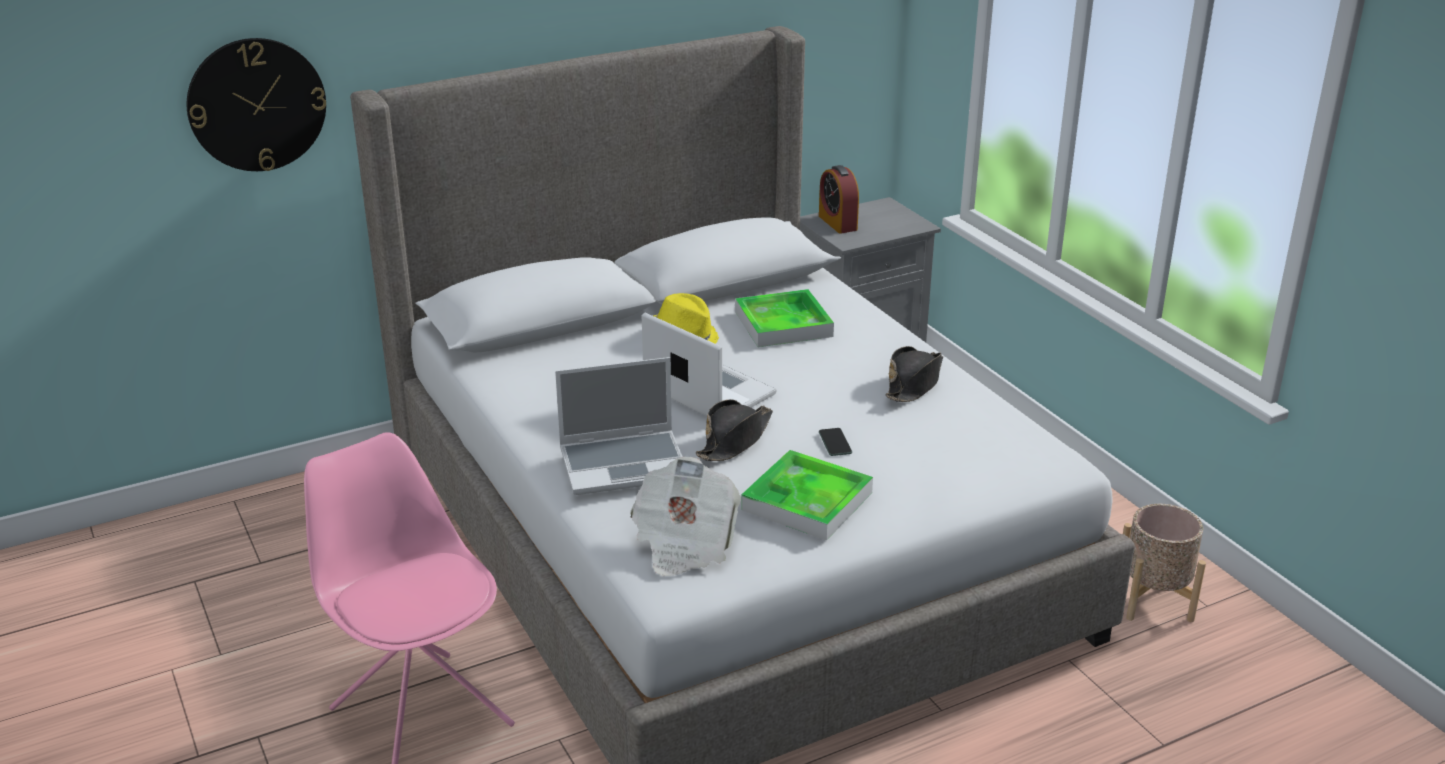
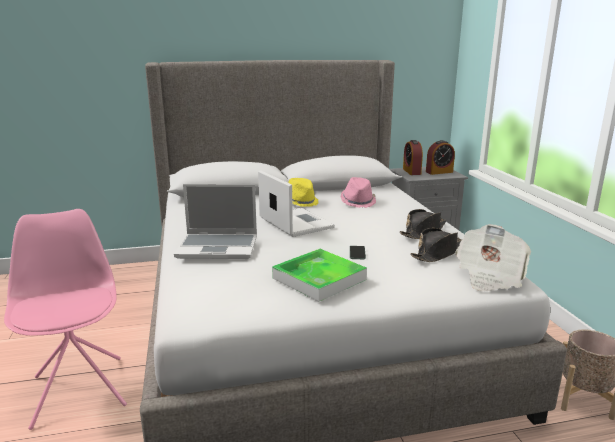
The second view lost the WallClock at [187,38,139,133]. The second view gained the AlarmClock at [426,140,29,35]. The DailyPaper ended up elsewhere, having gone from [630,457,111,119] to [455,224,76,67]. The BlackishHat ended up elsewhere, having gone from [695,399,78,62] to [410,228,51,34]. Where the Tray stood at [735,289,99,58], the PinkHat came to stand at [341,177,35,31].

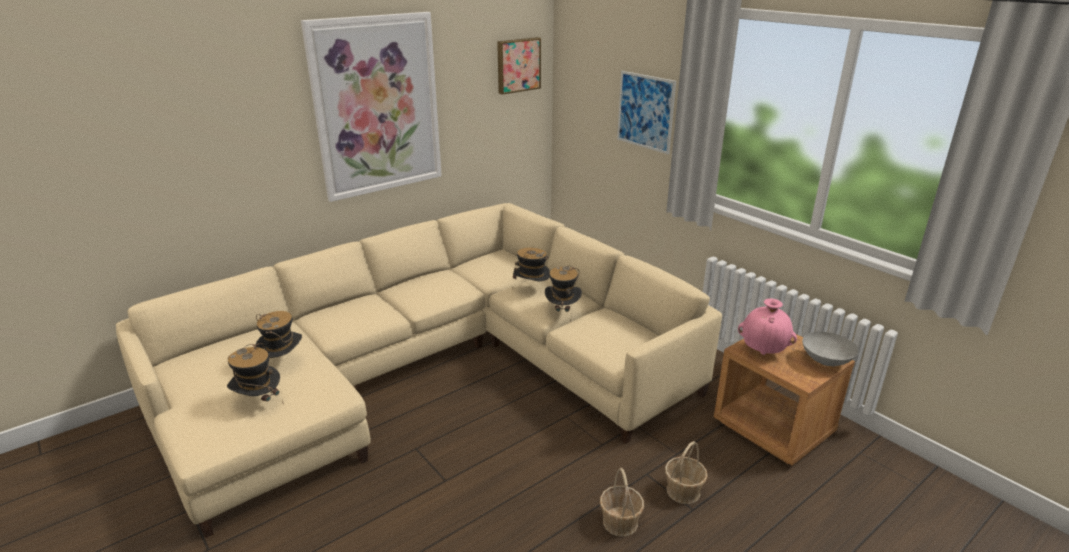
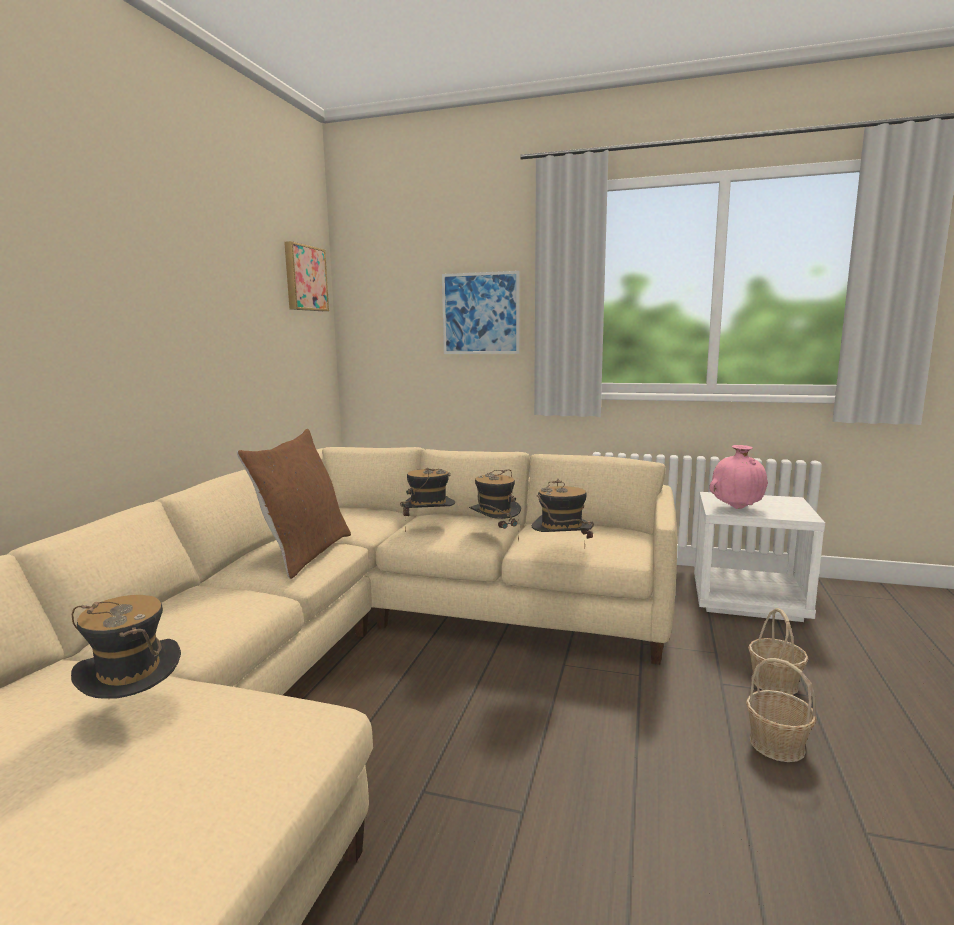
The second view lost the WallArt at [301,12,141,190]. The second view lost the GrayBowl at [802,332,56,34]. The second view gained the BrownishThrowPillow at [237,429,114,150]. The Hat ended up elsewhere, having gone from [227,343,56,59] to [532,479,62,69]. What was the BrownishNightTable at [714,334,141,132] turned into the WhiteNightTable at [694,492,131,130].

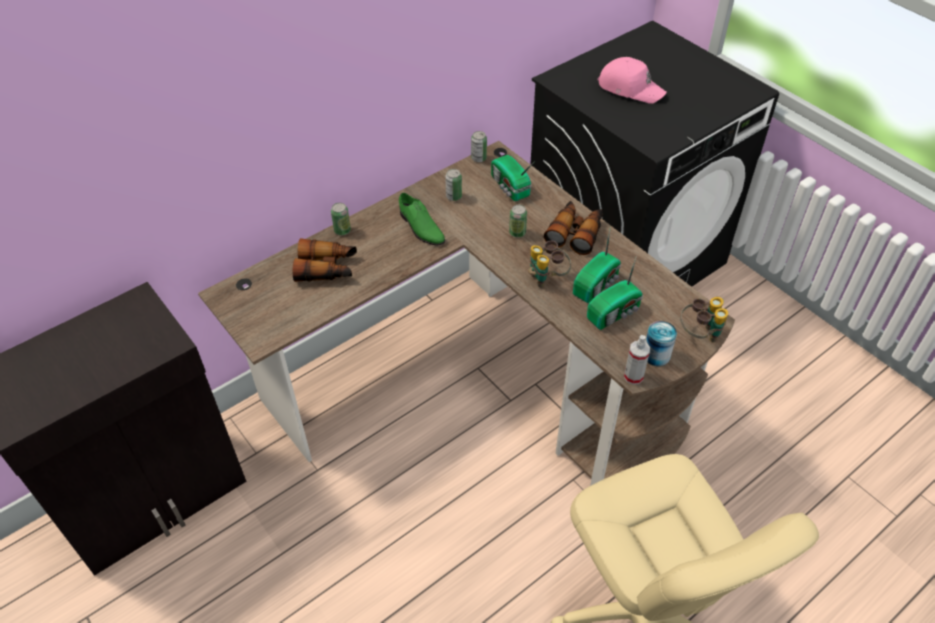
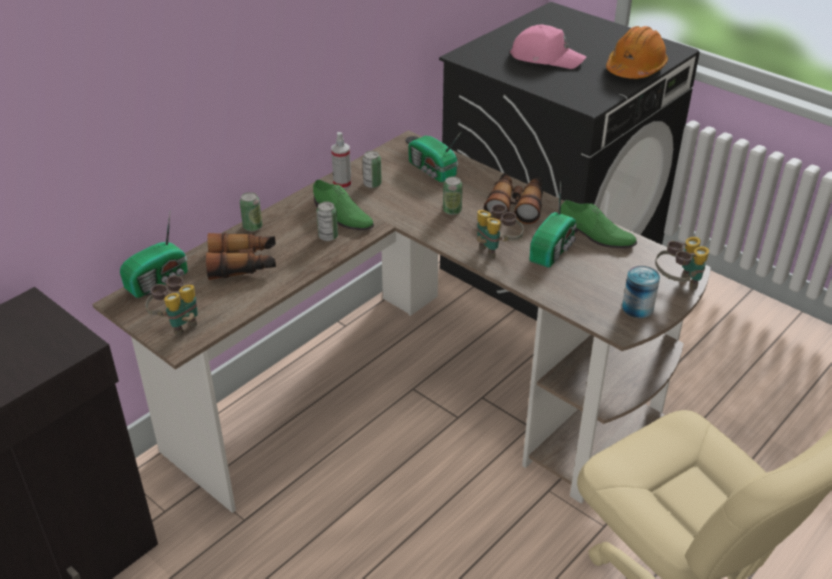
The second view gained the PairOfBinoculars at [145,275,53,62]. The second view gained the GreenishLowShoe at [561,200,76,48]. The second view gained the OrangeWorkHelmet at [606,26,62,53]. The MetalCan ended up elsewhere, having gone from [471,131,16,31] to [316,202,22,39]. The Radio ended up elsewhere, having gone from [587,256,56,74] to [120,213,68,85]. The HandSprayer ended up elsewhere, having gone from [624,335,26,50] to [331,132,20,57].

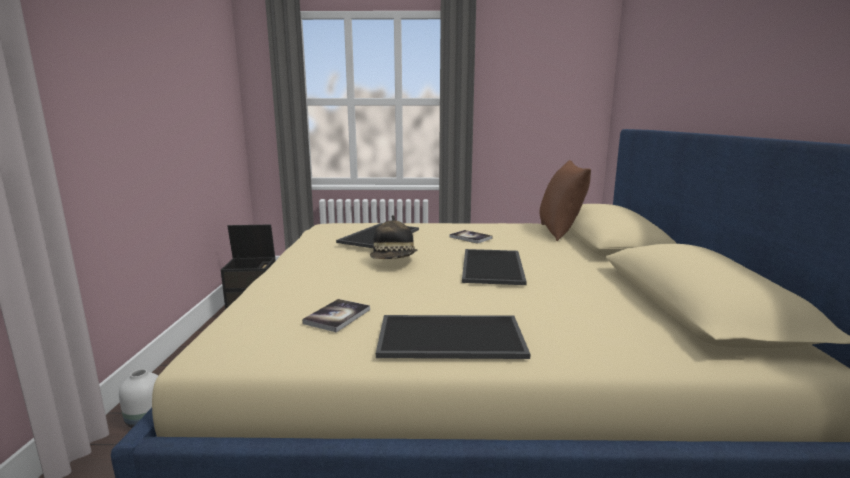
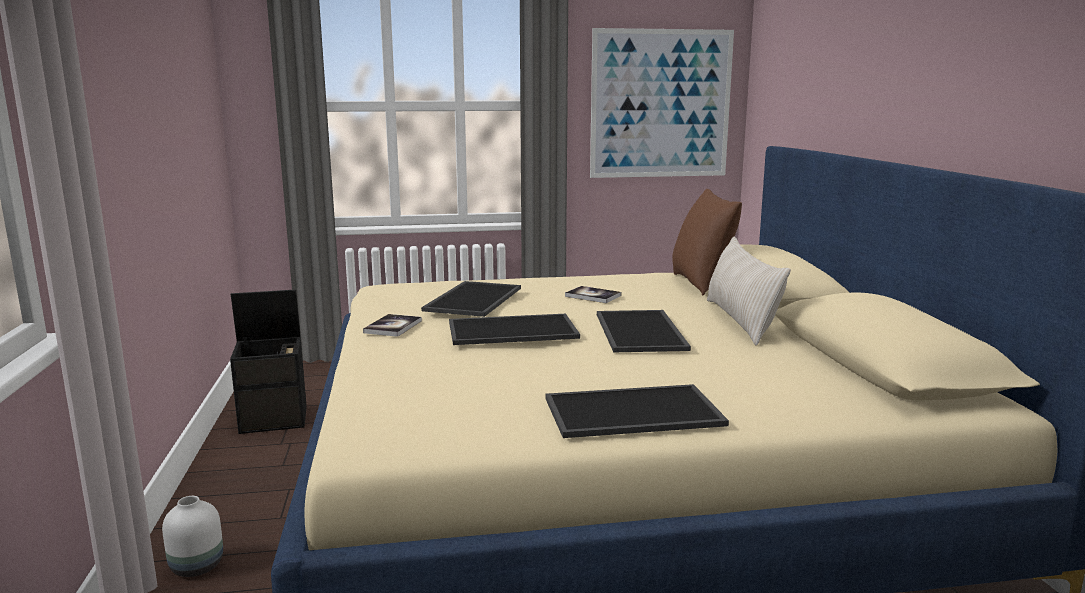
The second view gained the WallArt at [590,28,144,150]. The second view gained the BeigeThrowPillow at [707,237,84,109]. The BoundBook ended up elsewhere, having gone from [302,299,68,33] to [363,314,59,23]. Where the Hat stood at [370,215,48,44], the Tray came to stand at [449,314,131,31].

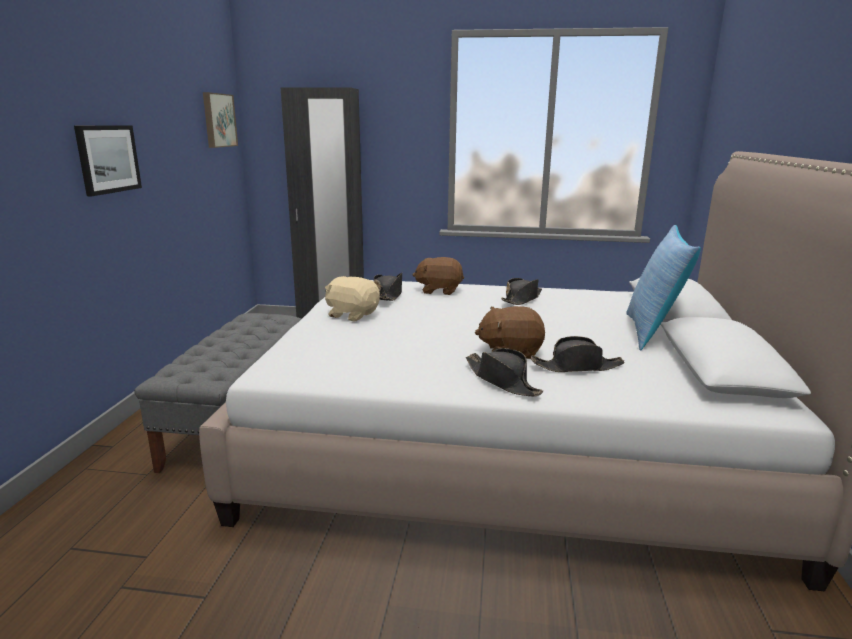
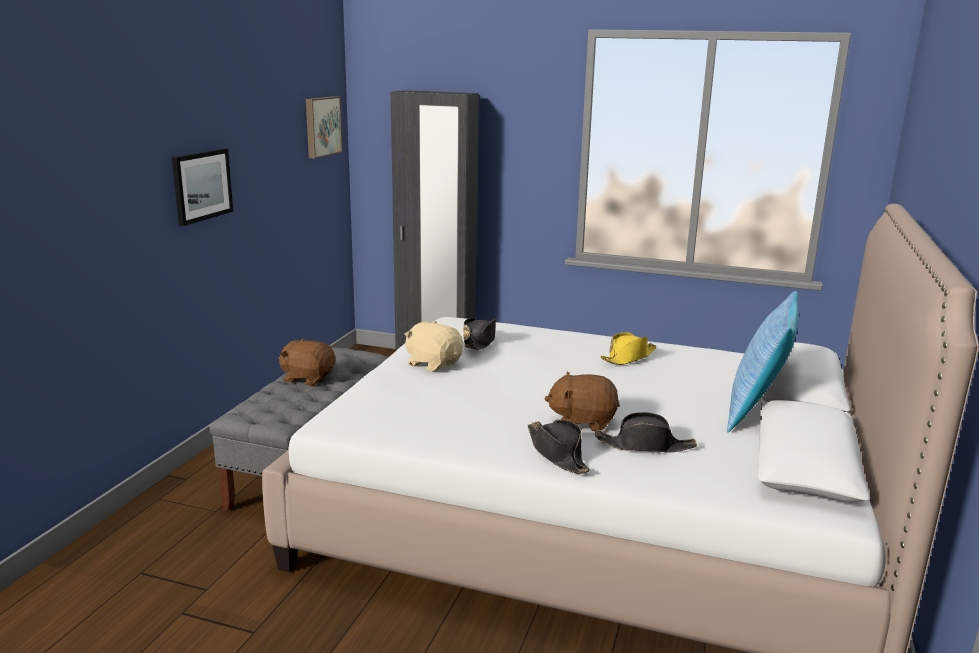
The BrownishSoftToy ended up elsewhere, having gone from [413,257,51,38] to [279,338,56,48]. What was the BlackishHat at [501,278,41,27] turned into the YellowishHat at [600,332,56,33].

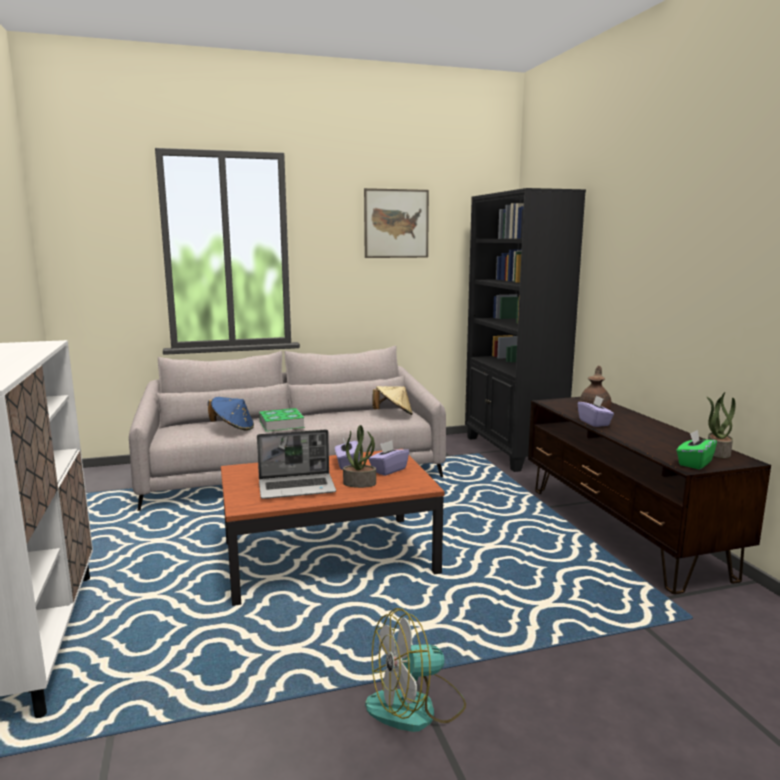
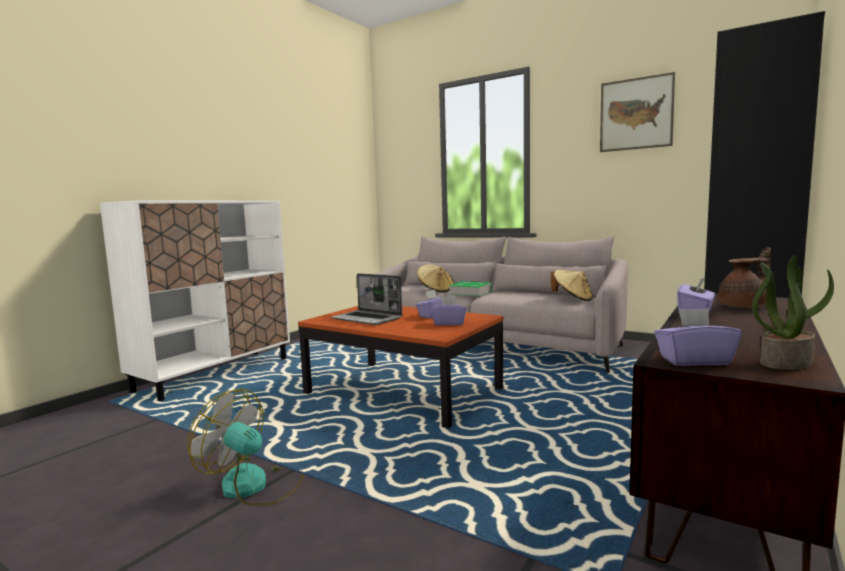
The second view lost the Houseplant at [343,425,33,63]. What was the BlueHat at [208,397,46,34] turned into the BeigeHat at [417,265,37,27]. What was the GreenishTissueBox at [676,430,41,40] turned into the PurpleTissueBox at [654,308,87,58].

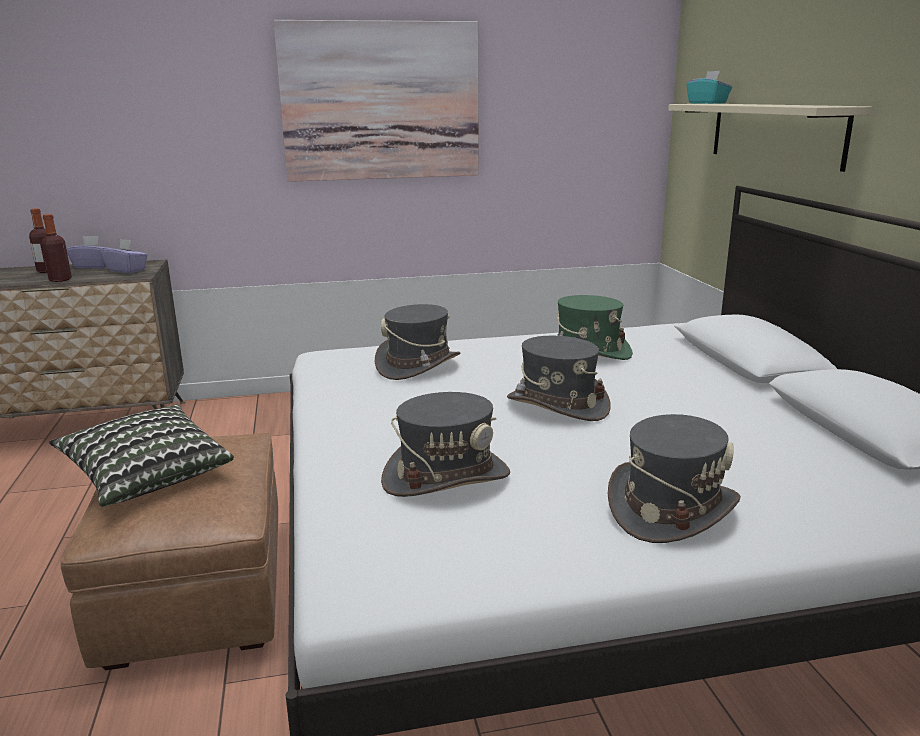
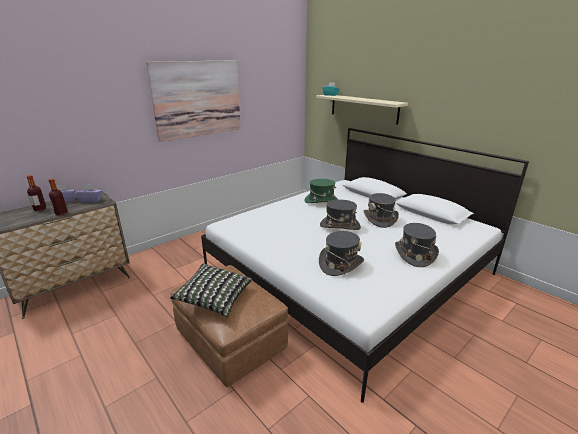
The GrayHat ended up elsewhere, having gone from [375,304,85,76] to [364,193,35,35].

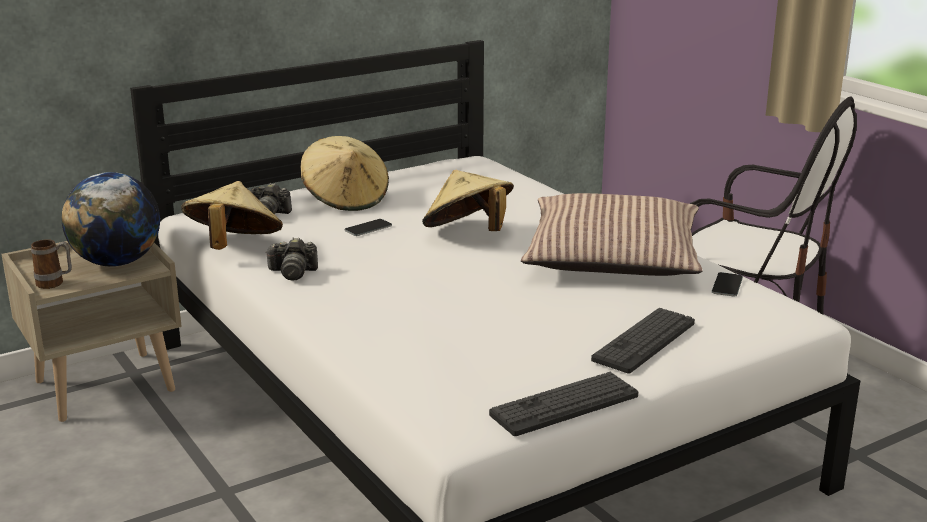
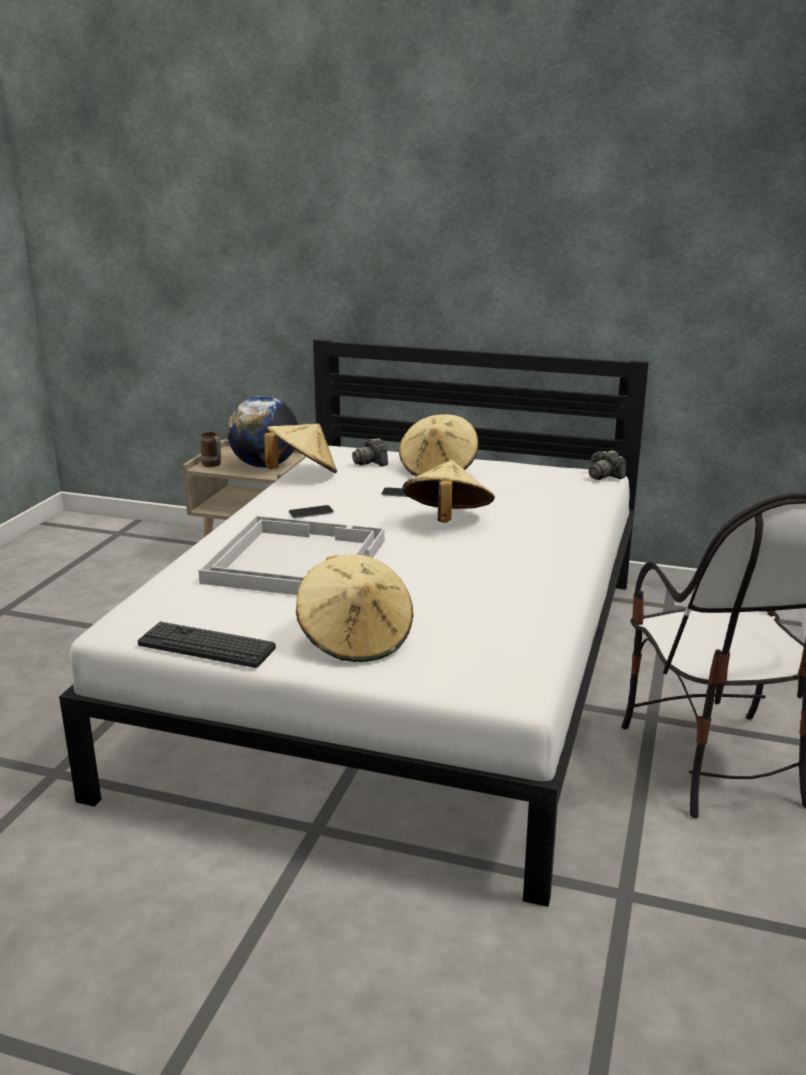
The second view lost the ThrowPillow at [521,193,182,83]. The second view gained the WhiteTray at [198,516,187,79]. The PhotoCamera ended up elsewhere, having gone from [265,237,53,43] to [589,450,37,30]. The Handset ended up elsewhere, having gone from [712,272,31,25] to [289,505,45,13]. Where the ComputerKeyboard stood at [591,308,104,66], the BeigeHat came to stand at [296,554,117,108].

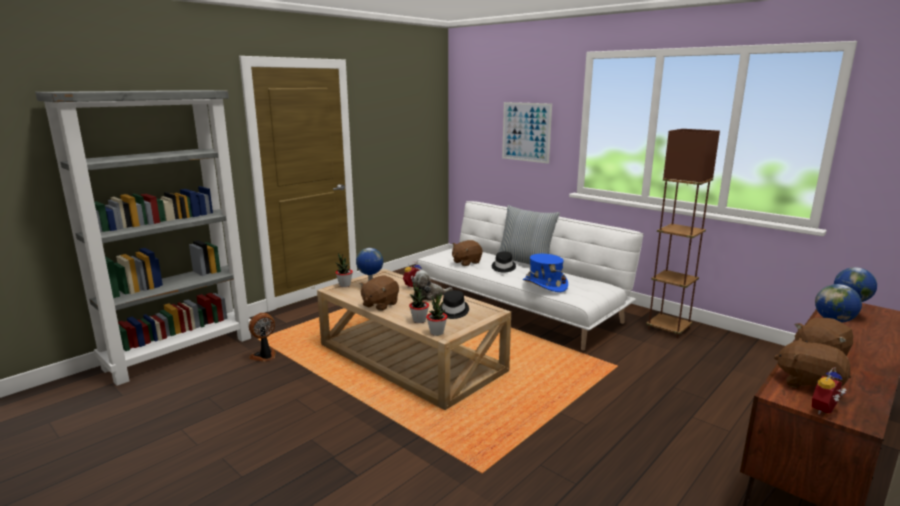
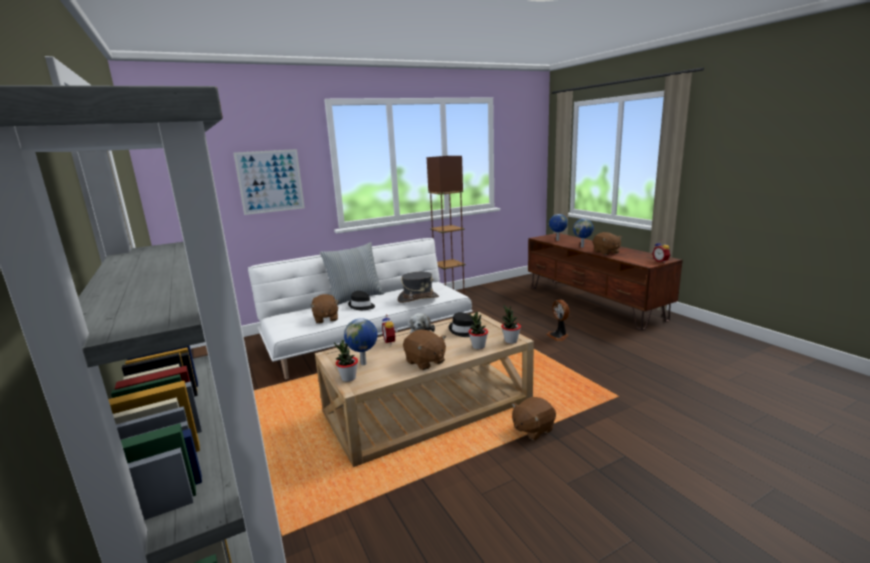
The CoolingFan ended up elsewhere, having gone from [249,313,27,49] to [546,300,24,41]. The BrownishSoftToy ended up elsewhere, having gone from [774,338,77,50] to [512,397,44,43]. What was the BlueHat at [523,254,45,38] turned into the GrayHat at [398,272,41,31].

